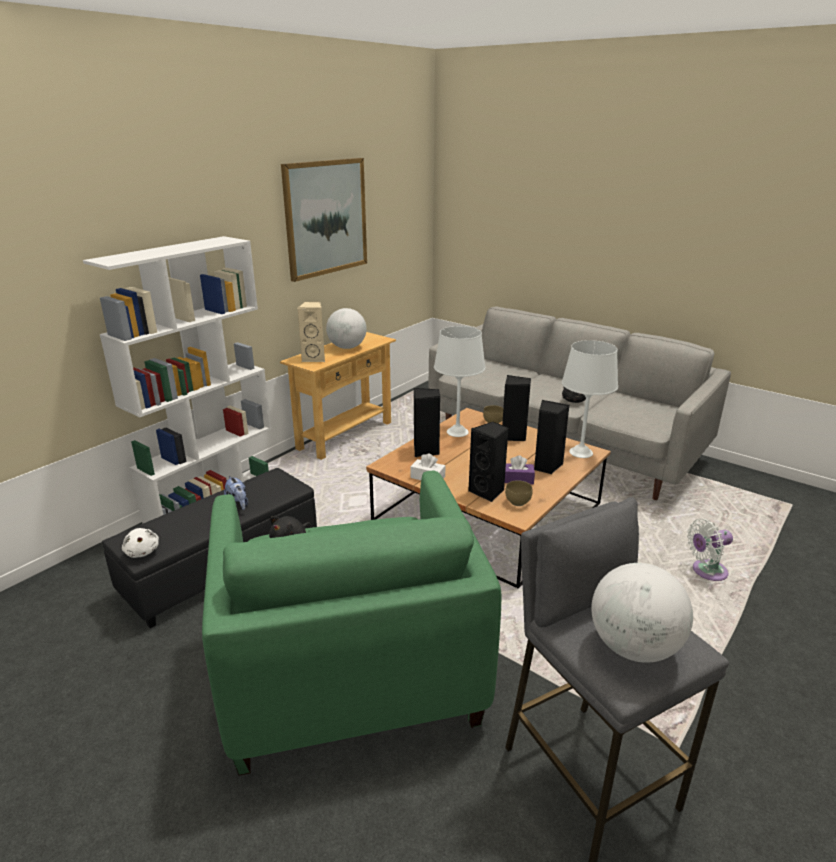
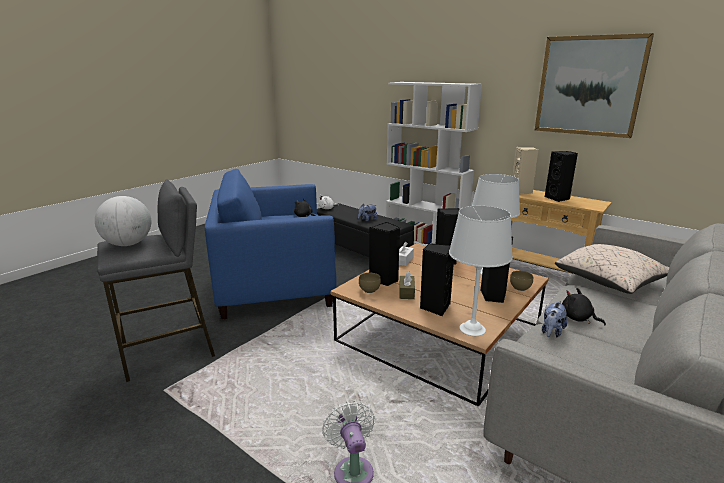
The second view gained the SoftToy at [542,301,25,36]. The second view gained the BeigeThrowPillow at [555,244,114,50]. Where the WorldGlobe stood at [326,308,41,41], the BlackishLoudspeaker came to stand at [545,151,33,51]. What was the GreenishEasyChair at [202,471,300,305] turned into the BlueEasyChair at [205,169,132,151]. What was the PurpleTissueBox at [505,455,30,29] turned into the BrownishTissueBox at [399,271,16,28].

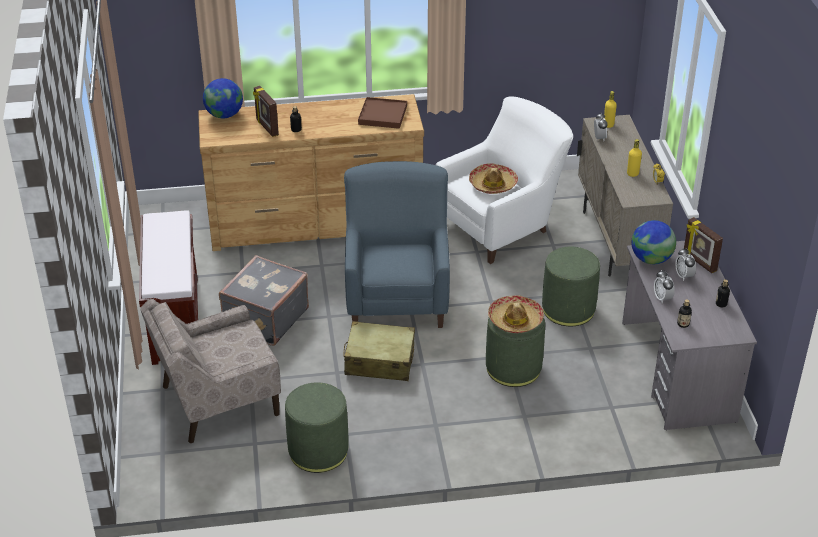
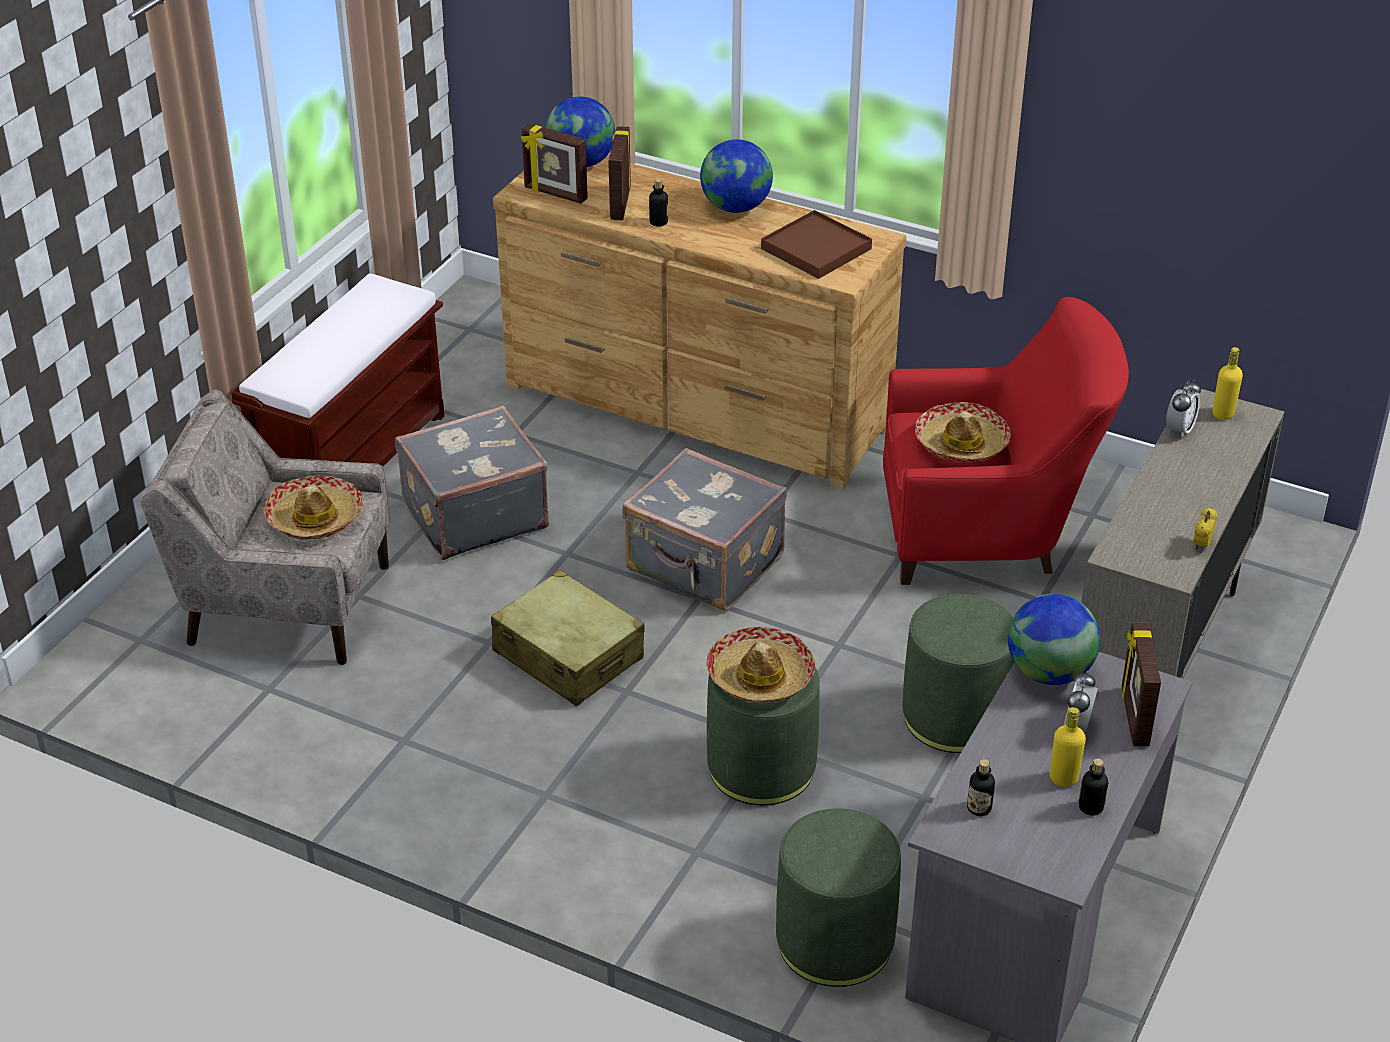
The second view lost the AlarmClock at [654,270,21,33]. The second view gained the Hat at [264,476,100,64]. The second view gained the PhotoFrame at [521,123,67,81]. The second view gained the WorldGlobe at [700,139,73,74]. The GreenishOttoman ended up elsewhere, having gone from [285,382,64,91] to [776,808,125,179]. The YellowishBottle ended up elsewhere, having gone from [627,139,15,38] to [1050,707,36,80]. Where the BlueEasyChair stood at [344,161,106,167], the GrayTravelCase came to stand at [622,448,165,163]. What was the WhiteEasyChair at [436,97,137,167] turned into the RedColouredEasyChair at [883,297,246,288].

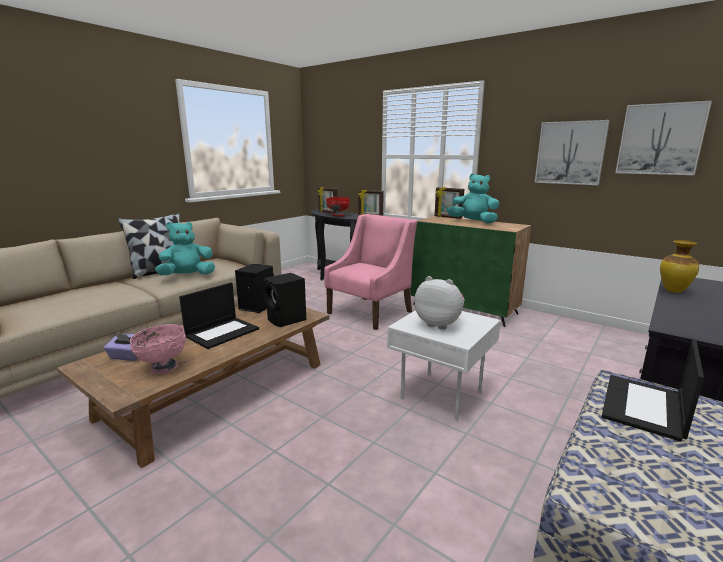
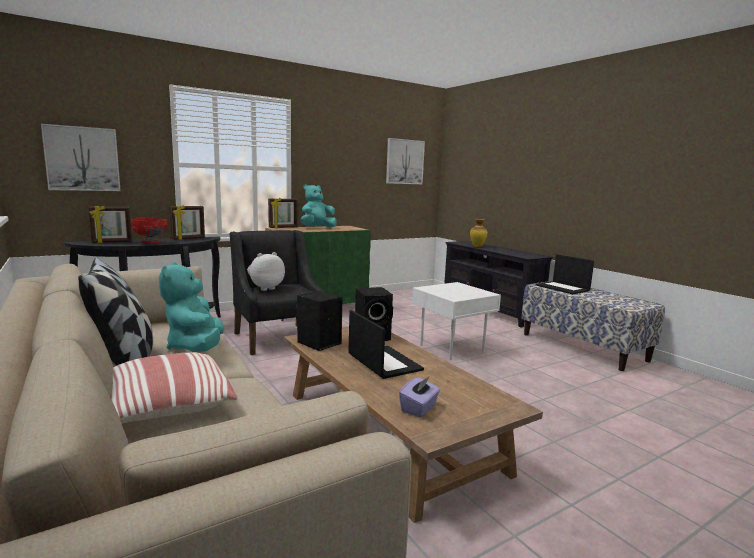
The second view lost the PinkBowl at [130,324,56,50]. The second view gained the ThrowPillow at [110,353,127,70]. The SoftToy ended up elsewhere, having gone from [414,276,51,54] to [247,252,38,39]. The WallArt ended up elsewhere, having gone from [535,120,75,65] to [41,124,80,67]. What was the PinkEasyChair at [324,214,94,116] turned into the BlackishEasyChair at [230,230,94,125].

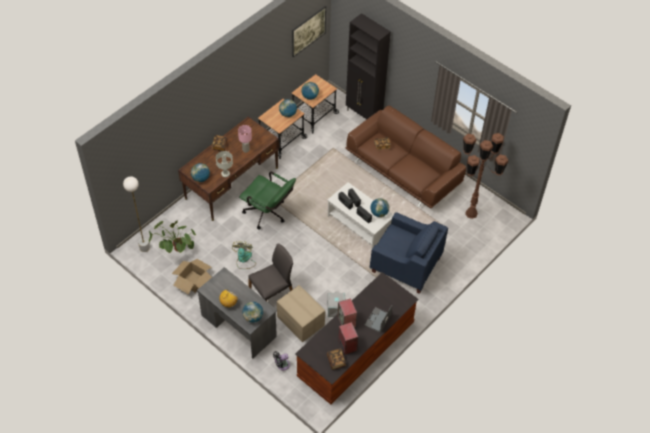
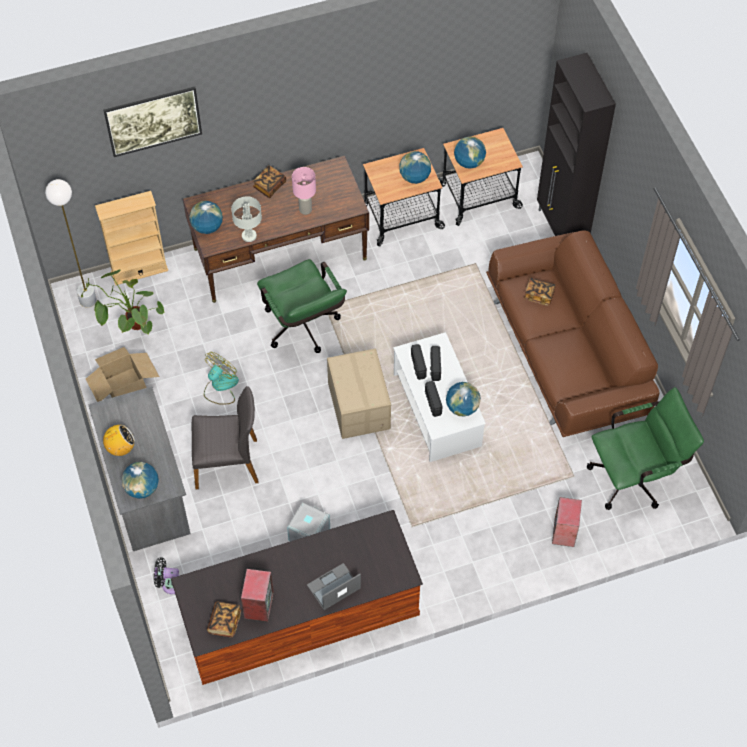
The second view lost the BlueEasyChair at [370,212,78,82]. The second view gained the BeigeBookshelf at [95,191,73,95]. The Carton ended up elsewhere, having gone from [277,285,48,57] to [327,348,64,91]. The WallArt ended up elsewhere, having gone from [292,6,34,51] to [104,87,98,70]. The Loudspeaker ended up elsewhere, having gone from [337,298,20,29] to [552,497,30,50]. Where the BrownishFloorLamp stood at [463,133,46,86], the GreenishComputerChair came to stand at [587,387,117,123].

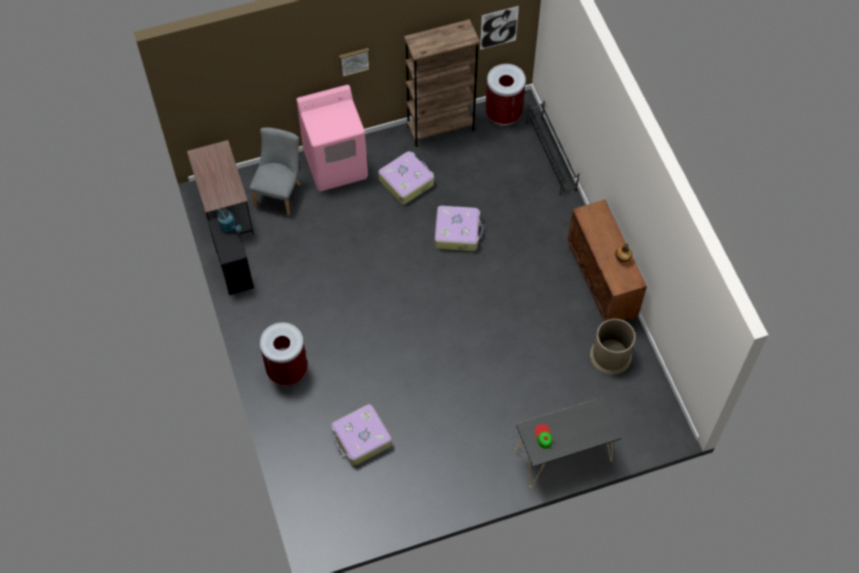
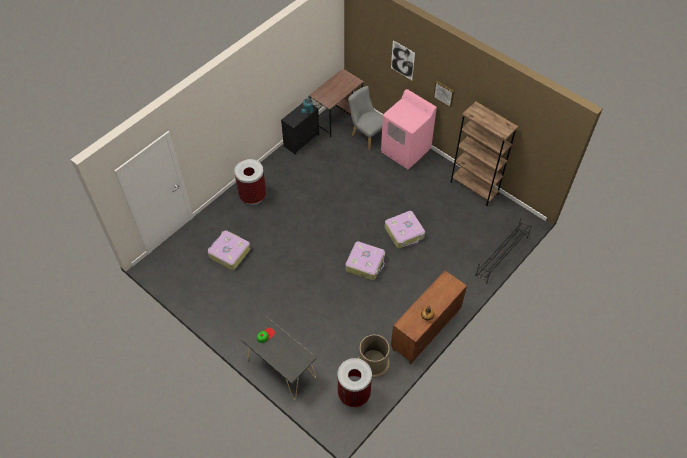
The TravelCase ended up elsewhere, having gone from [378,151,56,54] to [345,241,40,39]. The WallArt ended up elsewhere, having gone from [480,6,39,44] to [391,40,24,40]. The WasteBin ended up elsewhere, having gone from [485,64,41,62] to [338,358,34,49]. The GrayPlainChair at [249,127,52,89] ended up facing another way, 120 degrees counterclockwise from before.

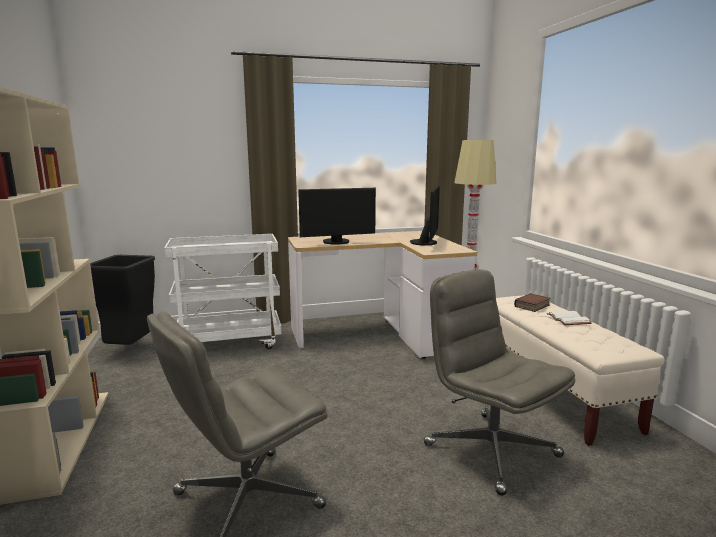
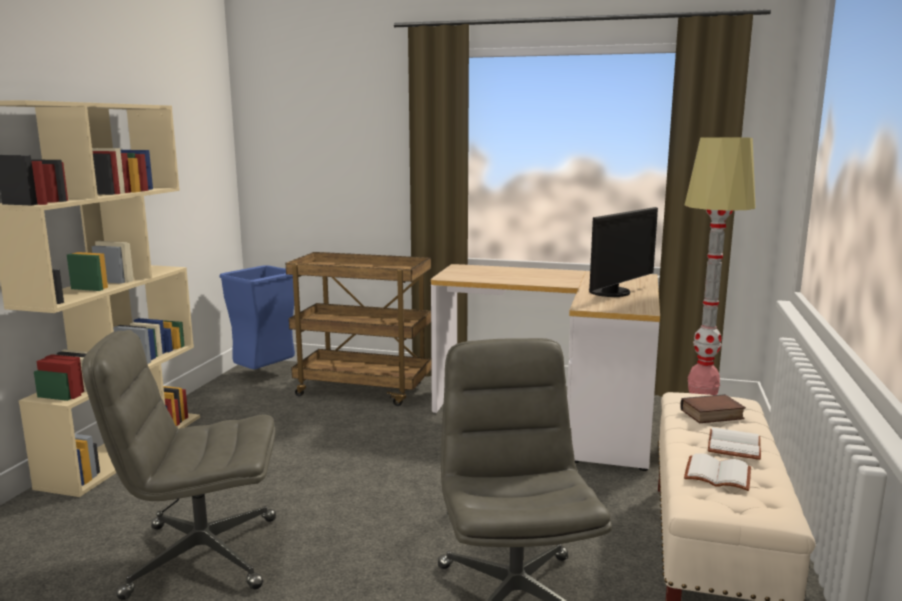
The second view lost the Monitor at [298,188,78,57]. The second view gained the WhiteBoundBook at [684,453,67,38]. What was the BlackishWasteBin at [90,255,65,90] turned into the BlueWasteBin at [219,265,76,104]. What was the WhiteCart at [164,234,118,115] turned into the BrownishCart at [286,252,145,154].

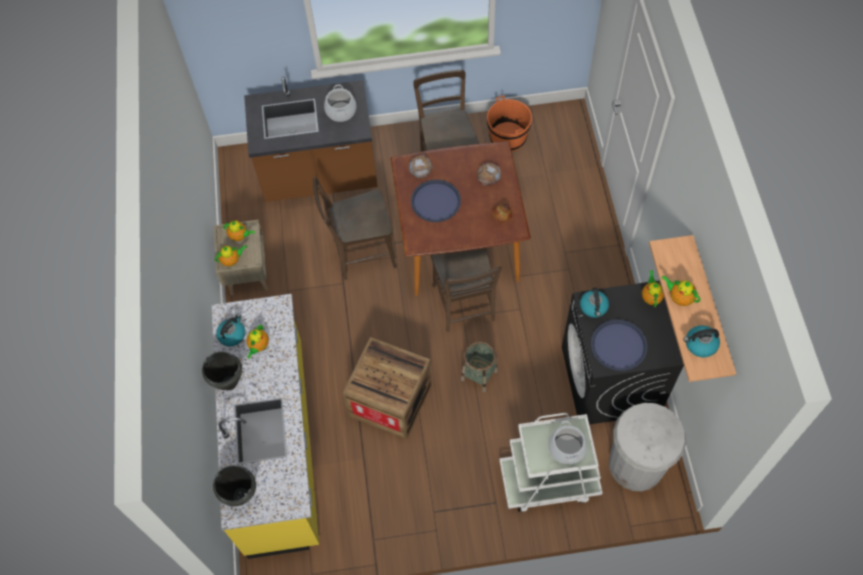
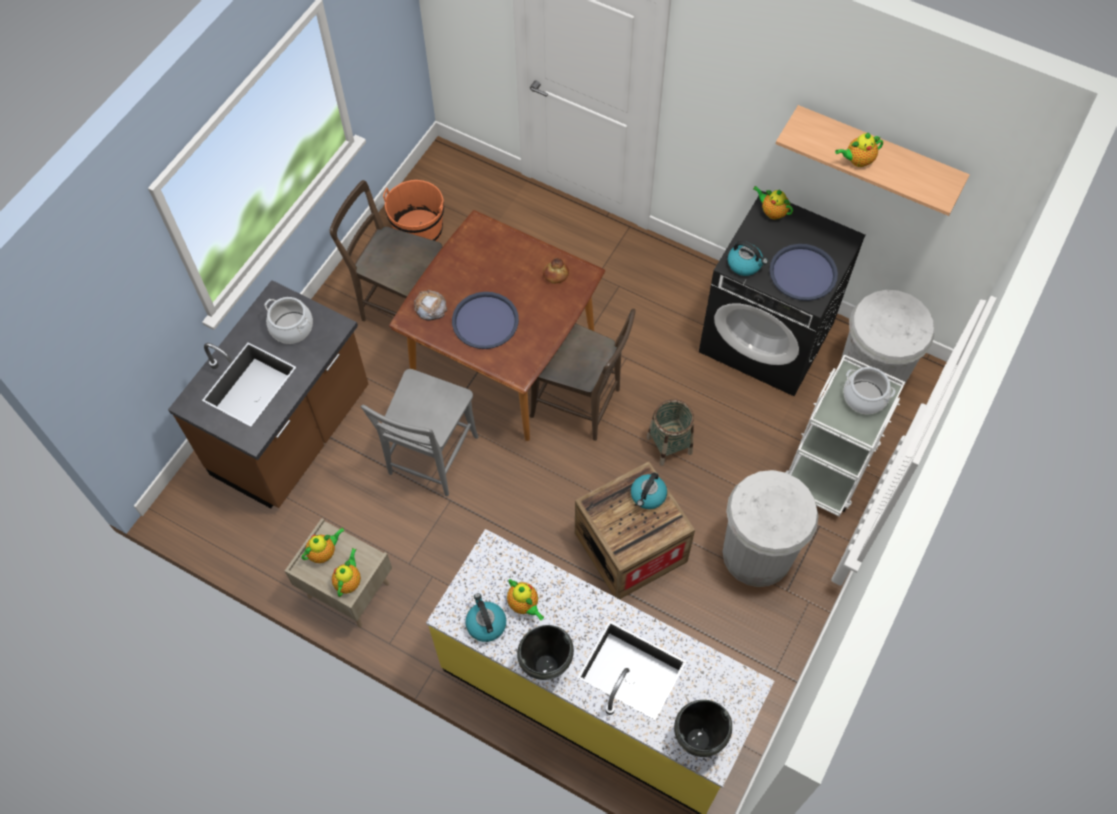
The second view lost the BakedBread at [477,163,24,23]. The second view gained the WhiteWasteBin at [722,470,97,117]. The TeaKettle ended up elsewhere, having gone from [683,325,37,32] to [631,472,36,37]. What was the BrownishPlainChair at [313,177,84,103] turned into the GrayPlainChair at [361,369,118,127].

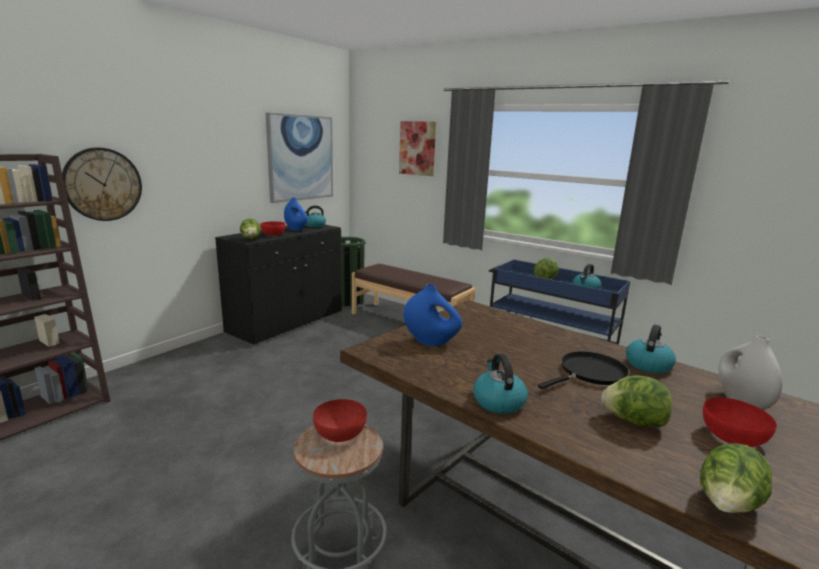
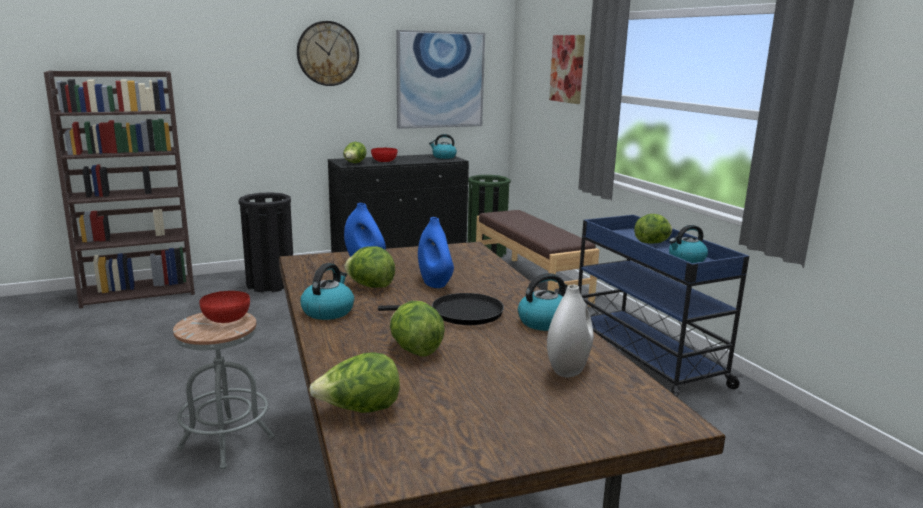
The second view lost the RedColouredBowl at [703,398,74,49]. The second view gained the BlackishWasteBin at [239,192,54,101]. The second view gained the LettuceHead at [344,246,51,42]. The WallClock ended up elsewhere, having gone from [62,147,80,74] to [297,21,62,65]. The BlueDecorativeVase ended up elsewhere, having gone from [284,197,24,34] to [418,217,36,71].

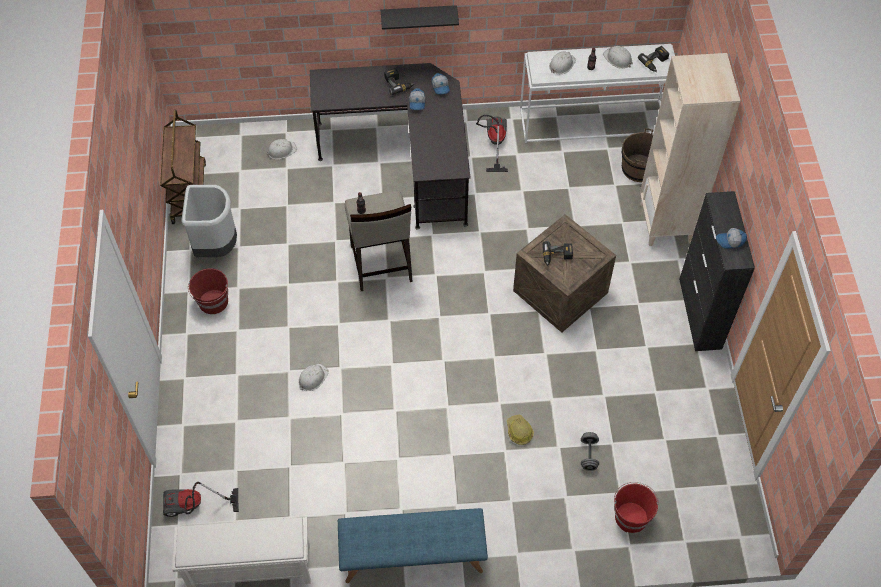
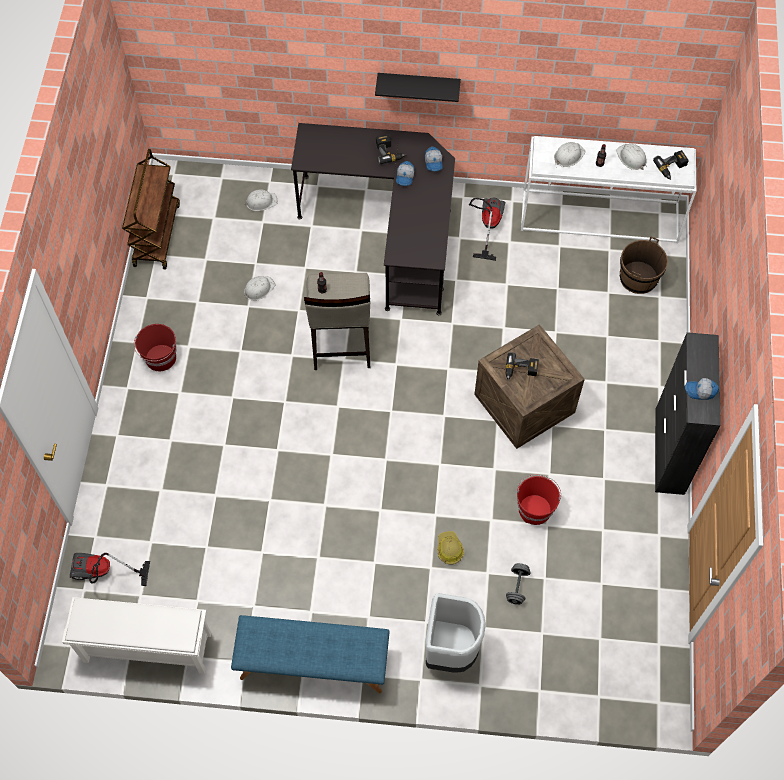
The second view lost the BeigeBookshelf at [640,53,100,193]. The GrayWasteBin ended up elsewhere, having gone from [181,185,56,72] to [425,593,61,79]. The WhiteWorkHelmet ended up elsewhere, having gone from [298,364,31,27] to [244,276,31,25]. The RedColouredWaterBucket ended up elsewhere, having gone from [614,482,45,51] to [517,475,44,50].

